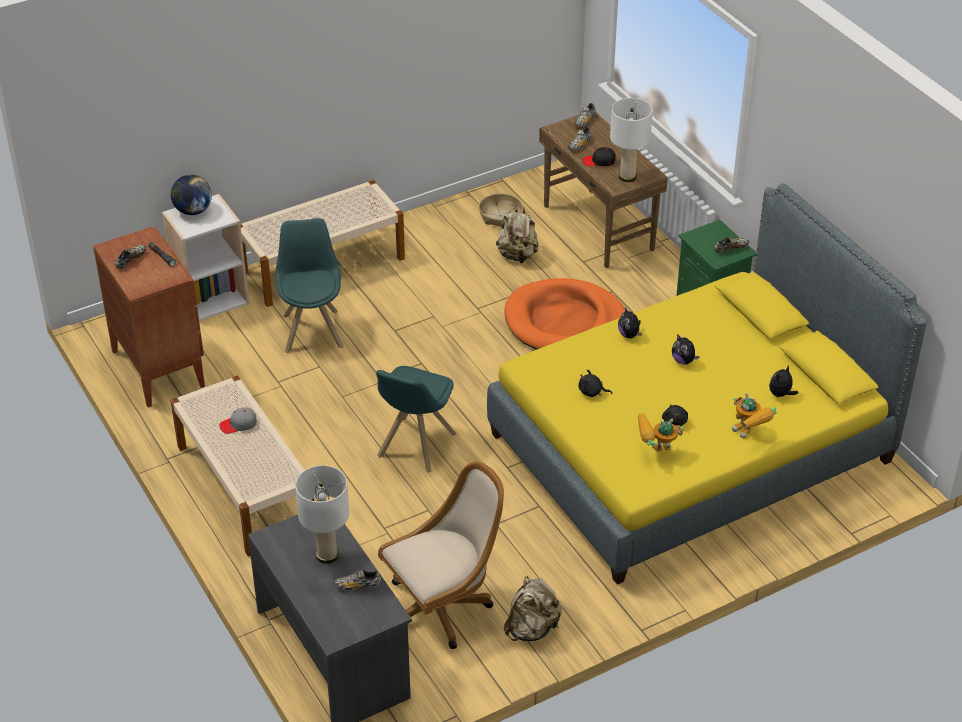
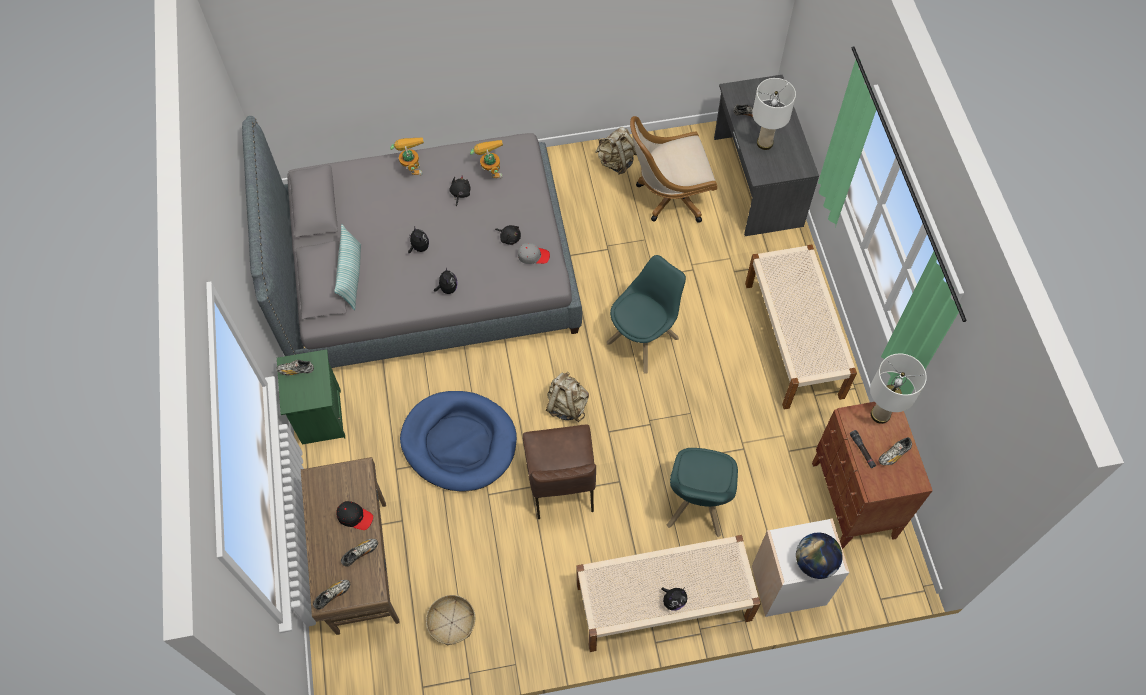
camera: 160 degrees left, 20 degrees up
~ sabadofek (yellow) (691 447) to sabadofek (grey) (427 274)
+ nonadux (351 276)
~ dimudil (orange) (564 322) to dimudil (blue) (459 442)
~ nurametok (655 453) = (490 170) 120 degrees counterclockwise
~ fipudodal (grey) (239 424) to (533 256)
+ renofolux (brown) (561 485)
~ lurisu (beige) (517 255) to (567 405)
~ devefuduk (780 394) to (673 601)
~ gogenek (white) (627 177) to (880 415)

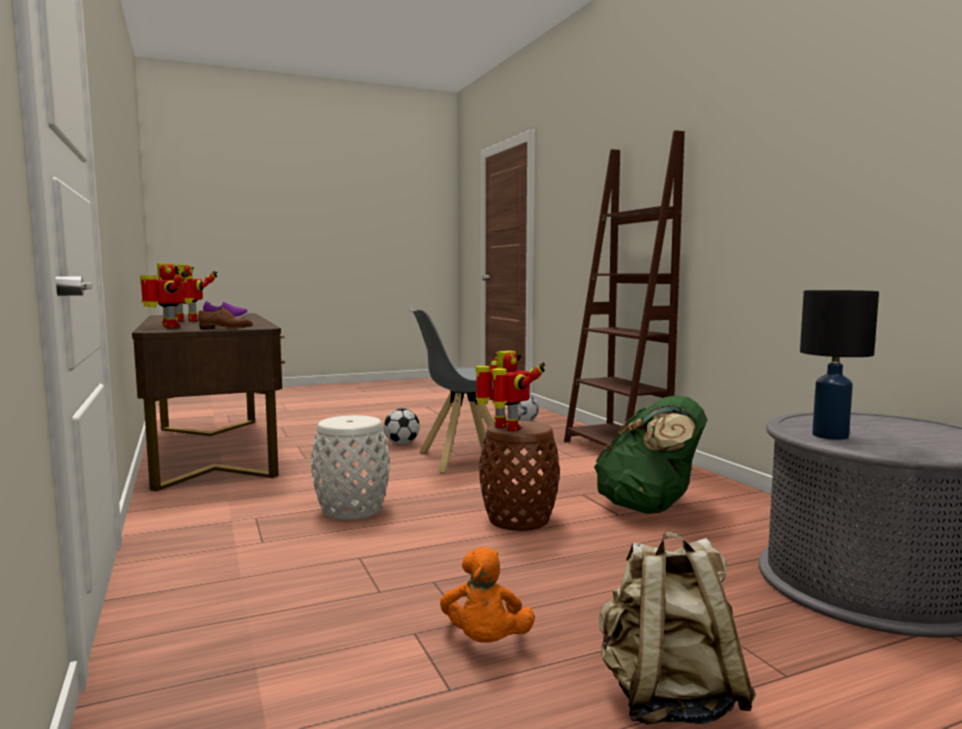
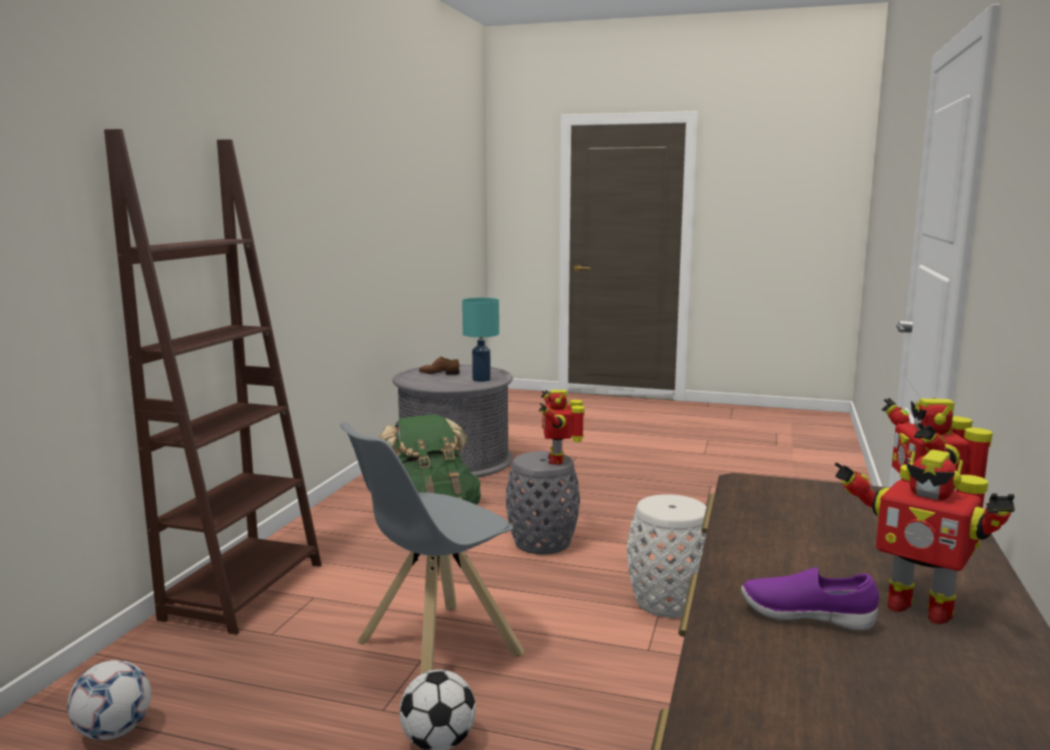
camera: 140 degrees left, 5 degrees up
~ renofolux (grey) (461 459) = (434 649) 120 degrees clockwise
~ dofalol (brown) (226 328) to (439 373)
~ gogenek (black) (829 435) to gogenek (turquoise) (481 380)
~ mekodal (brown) (518 520) to mekodal (grey) (542 543)
- devefuduk (orange) (485 642)
- lurisu (beige) (668 699)

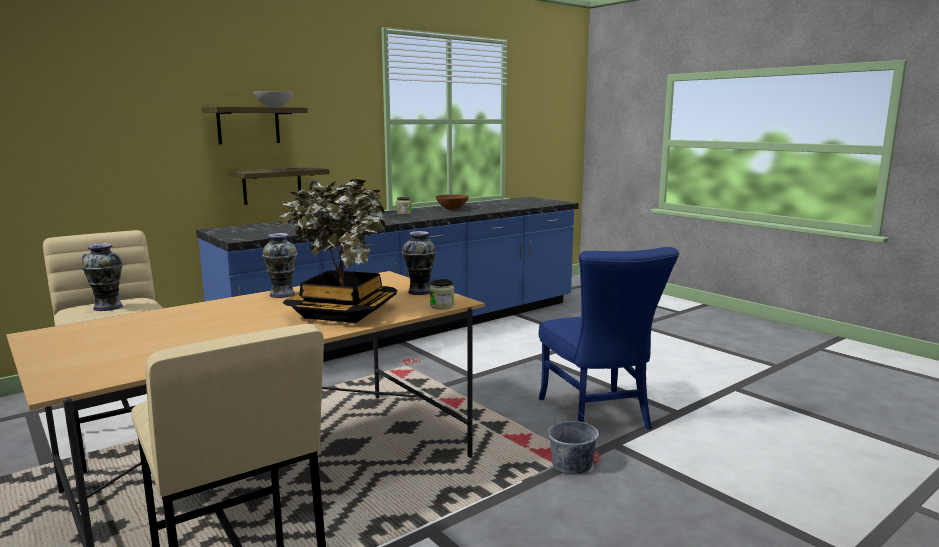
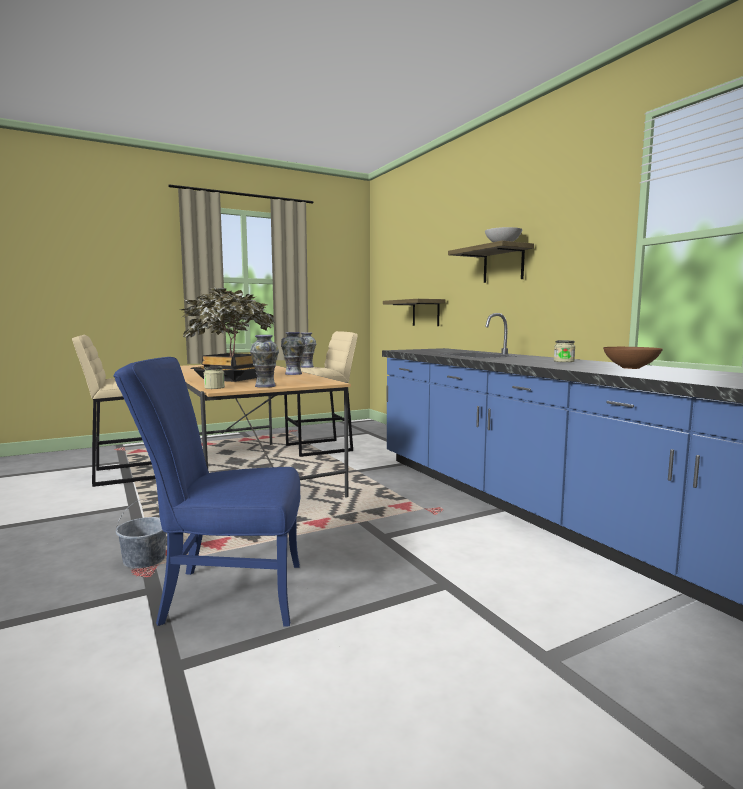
camera: 100 degrees right, 5 degrees down
~ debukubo (272 185) to (426 313)

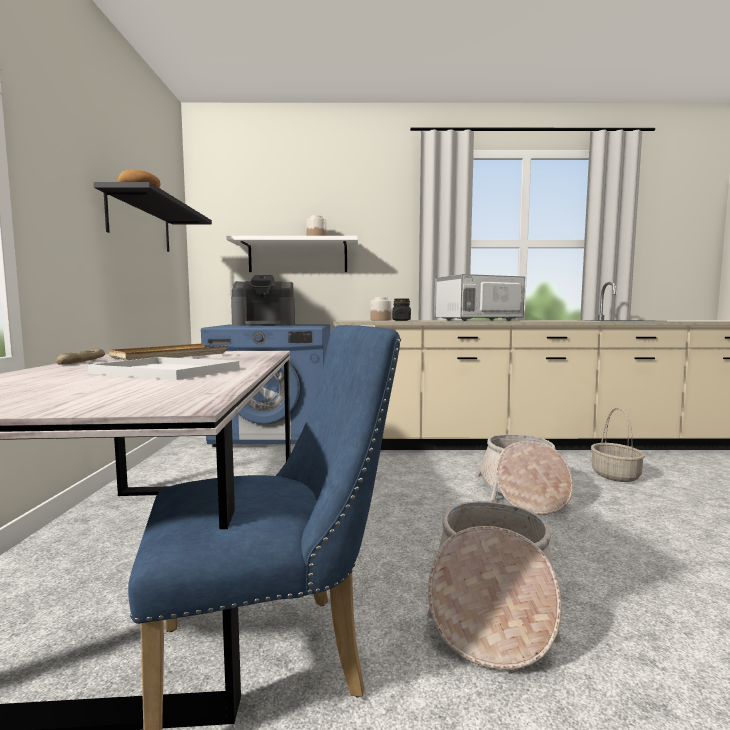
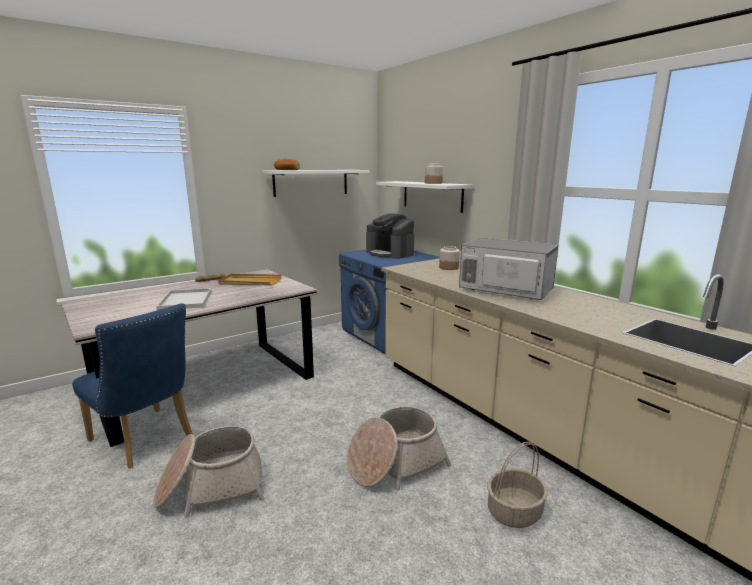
camera: 55 degrees right, 10 degrees up
~ debukubo (black) (140 223) to debukubo (white) (311 182)
- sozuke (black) (401 320)

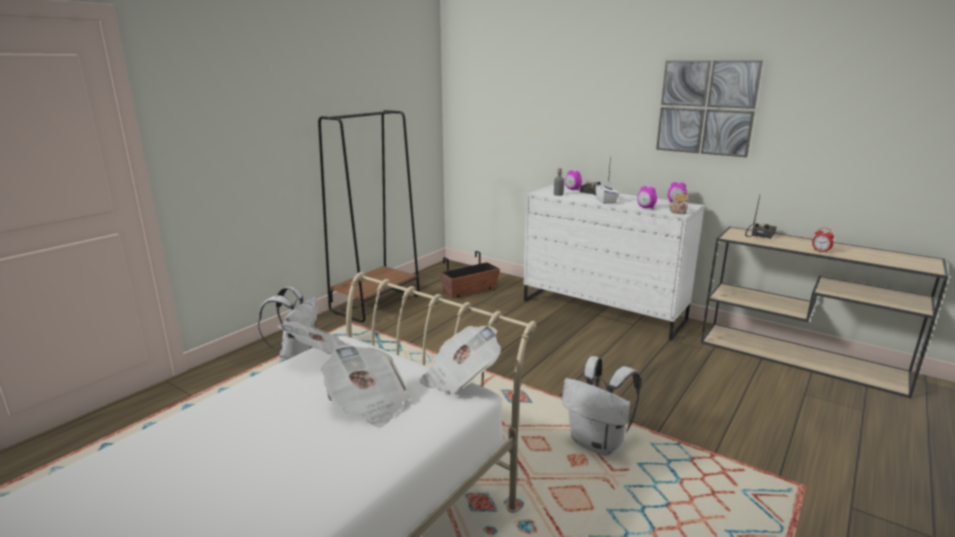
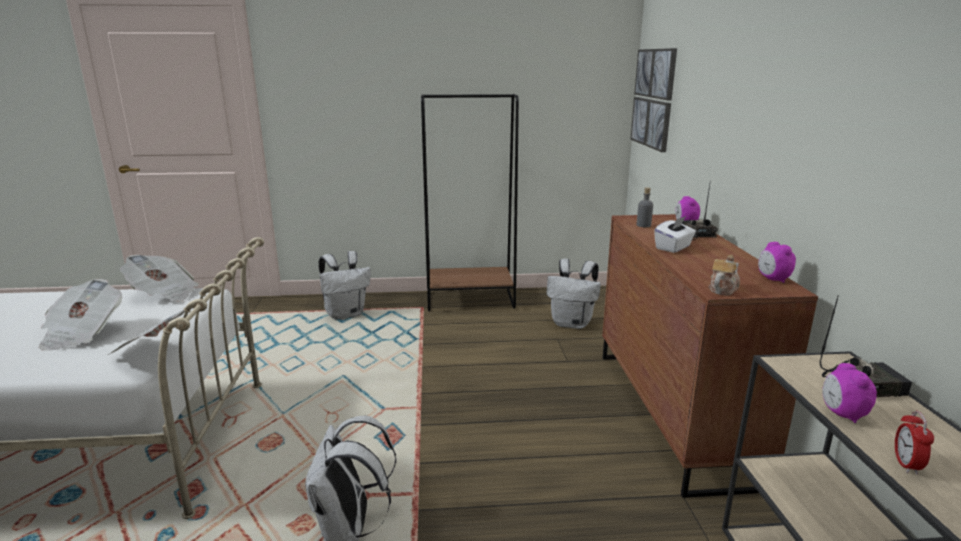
camera: 50 degrees right, 0 degrees up
~ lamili (469 290) to lurisu (white) (572 323)
~ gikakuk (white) (603 310) to gikakuk (brown) (674 413)
~ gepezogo (706 107) to (653 98)
~ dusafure (646 208) to (842 414)

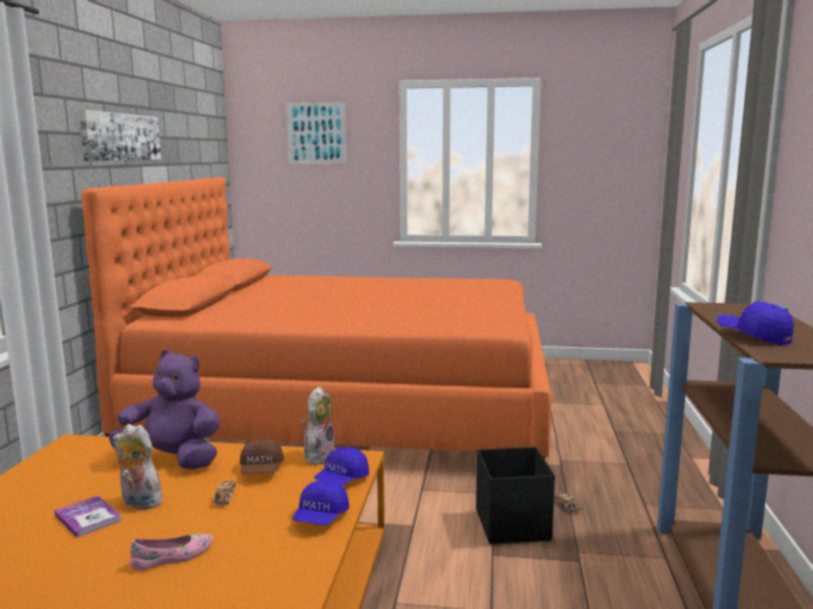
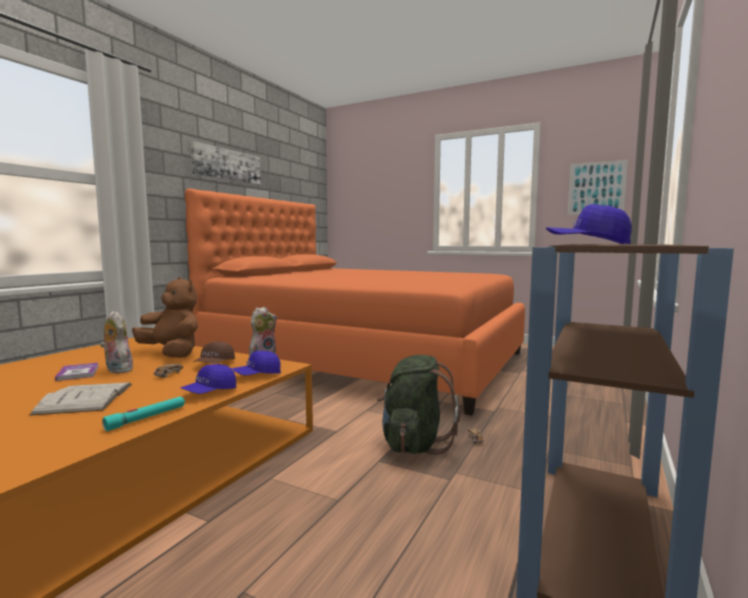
camera: 20 degrees right, 5 degrees down
~ dofalol (pink) (173 557) to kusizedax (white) (85 398)
+ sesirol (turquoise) (147 418)
~ devefuduk (purple) (173 460) to devefuduk (brown) (172 353)
~ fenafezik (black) (512 526) to lurisu (green) (414 444)
~ fipudodal (blue) (753 336) = (587 244) 60 degrees counterclockwise
~ gepezogo (316 133) to (596 188)

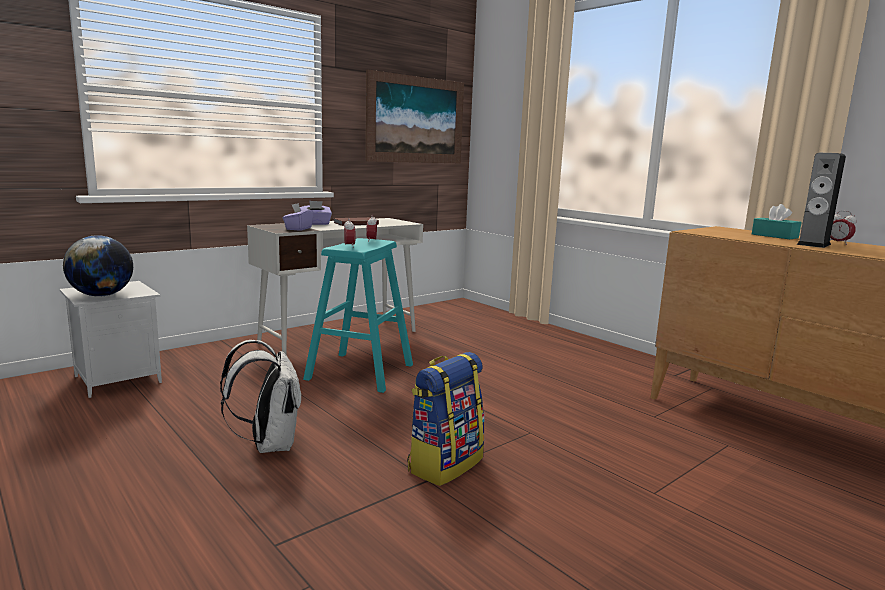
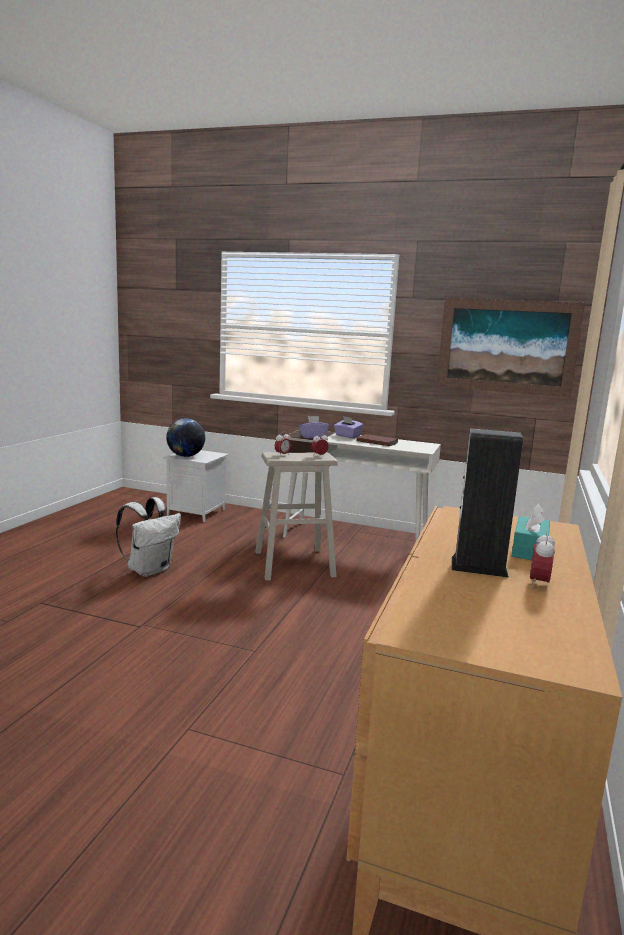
camera: 60 degrees right, 0 degrees up
~ mekodal (turquoise) (360 372) to mekodal (beige) (293 564)
- lurisu (445 464)

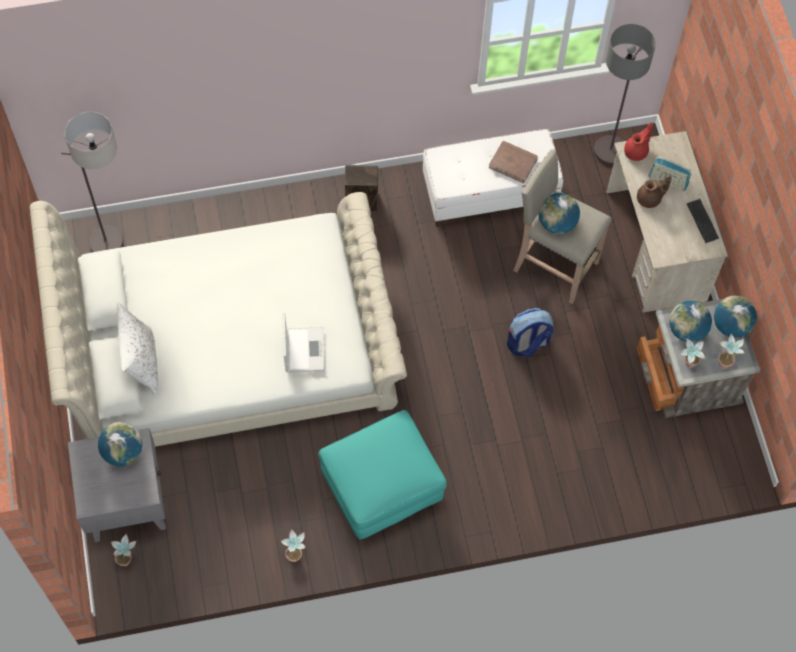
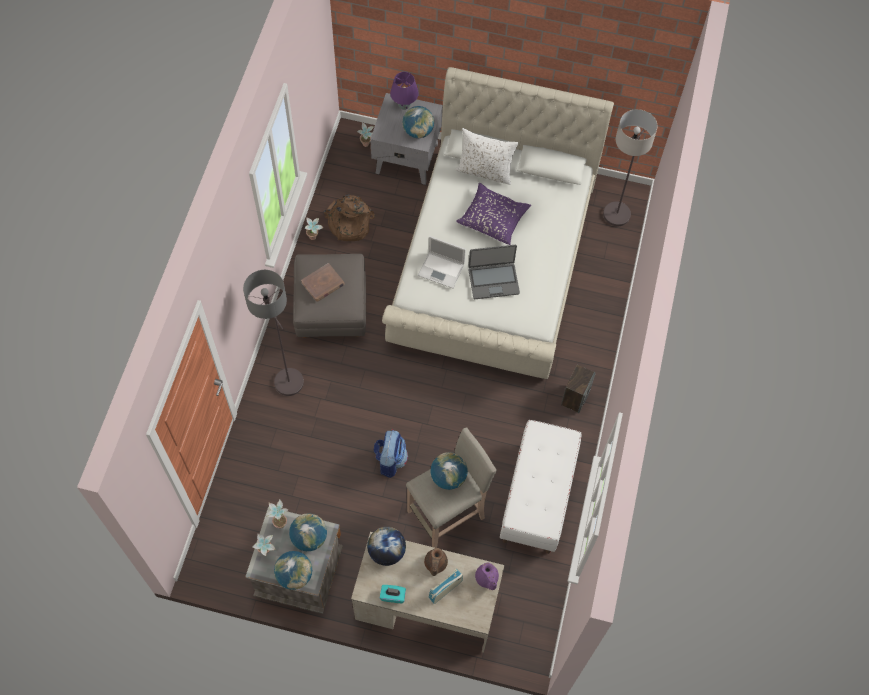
camera: 115 degrees right, 0 degrees up
~ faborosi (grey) (605 158) to (284 375)
~ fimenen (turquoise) (382 487) to fimenen (grey) (332 309)
~ kusizedax (brown) (513 163) to (323 284)
+ lurisu (brown) (349 223)
+ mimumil (387 551)
~ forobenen (702 221) to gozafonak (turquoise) (393 596)
+ gogenek (purple) (404 106)
+ nonadux (purple) (493 218)
+ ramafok (493 280)
~ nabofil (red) (636 151) to nabofil (purple) (486 579)

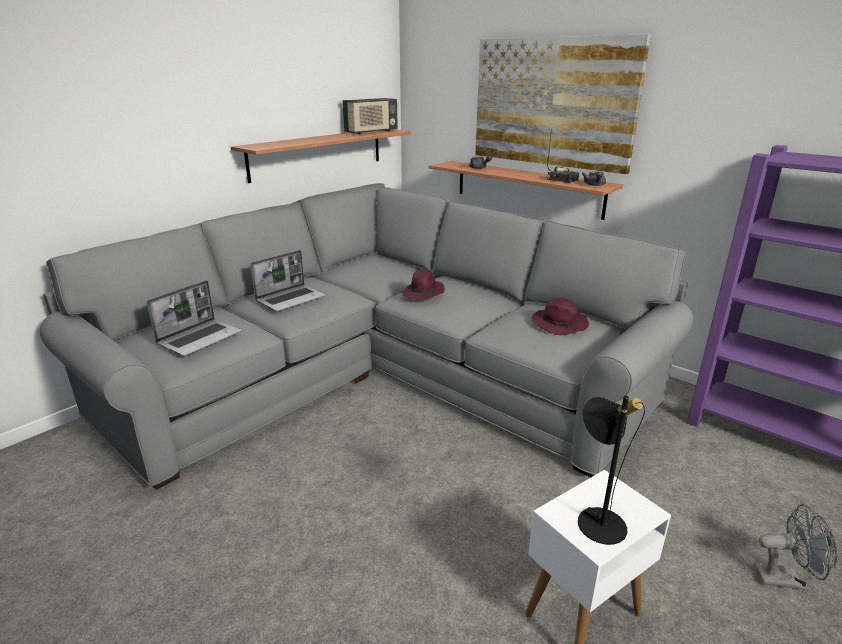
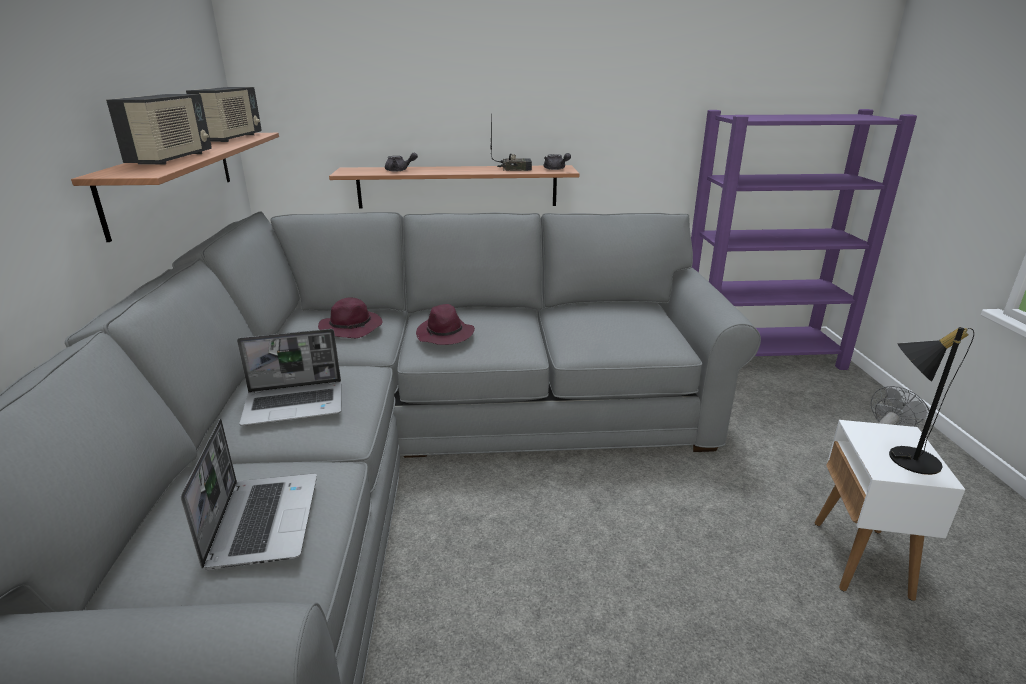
camera: 45 degrees left, 0 degrees up
+ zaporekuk (172 159)
~ ramafok (291 299) = (295 404) 75 degrees clockwise
~ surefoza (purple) (560 325) to (352 327)
- gepezogo (552 103)

